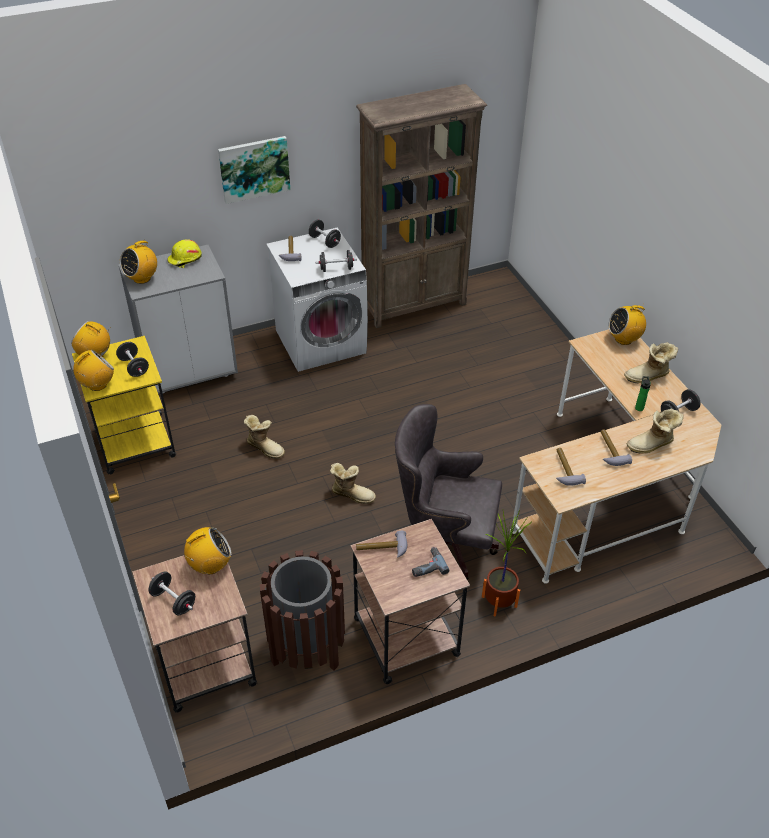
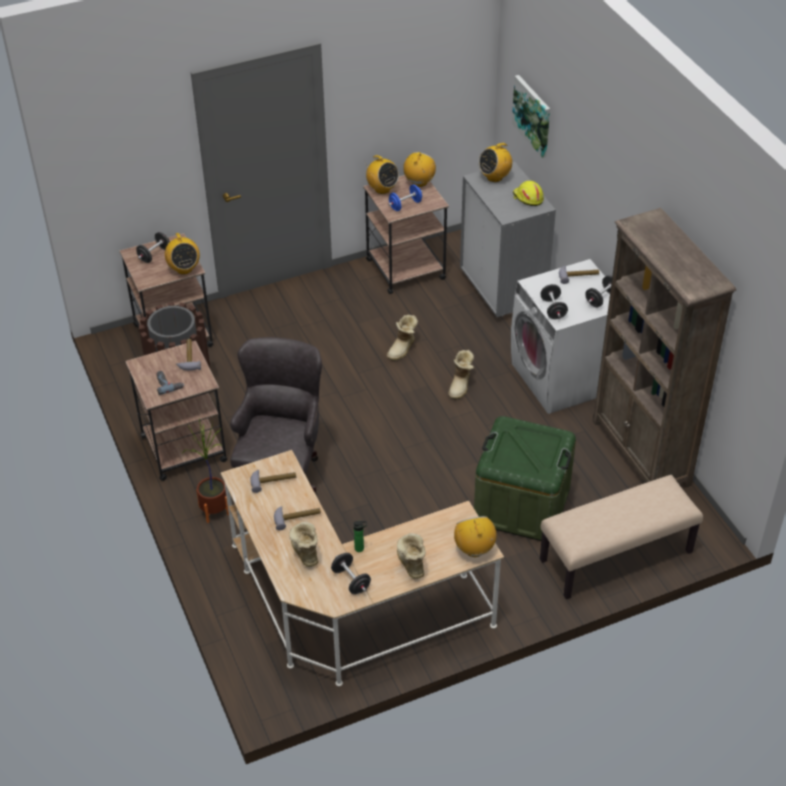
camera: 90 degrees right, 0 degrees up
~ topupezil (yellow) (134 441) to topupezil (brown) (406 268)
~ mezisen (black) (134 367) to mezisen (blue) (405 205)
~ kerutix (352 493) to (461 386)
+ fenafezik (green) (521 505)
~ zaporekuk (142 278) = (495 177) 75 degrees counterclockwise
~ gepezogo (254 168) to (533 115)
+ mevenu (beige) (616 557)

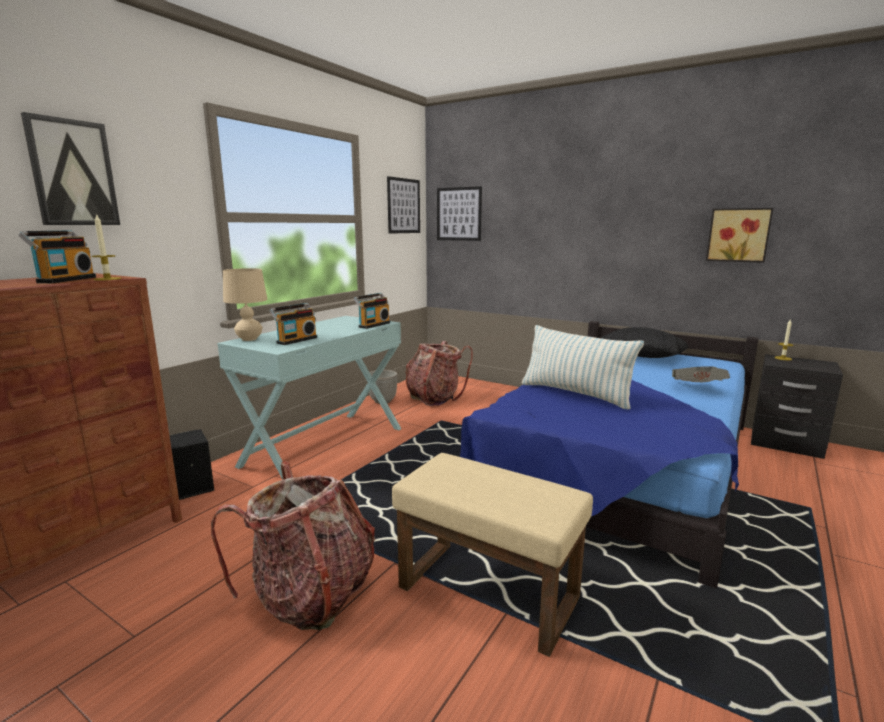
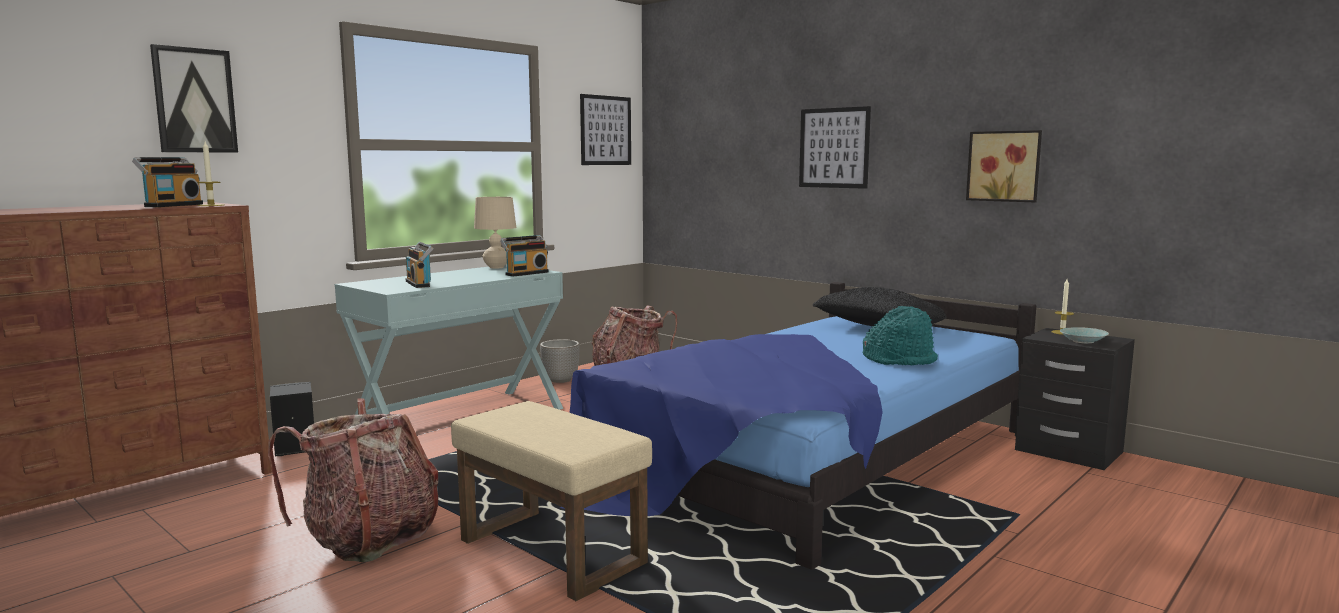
camera: 10 degrees right, 5 degrees down
~ zaporekuk (296 340) = (420 284) 105 degrees clockwise
~ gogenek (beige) (249 339) to (496 267)
~ gepezogo (459 214) to (834 148)
~ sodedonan (697 389) to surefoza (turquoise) (900 360)
+ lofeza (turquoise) (1083 341)
- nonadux (575 394)

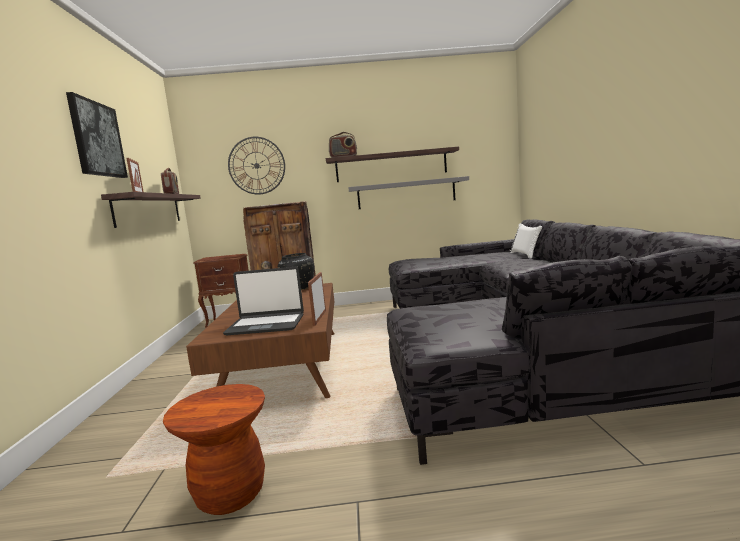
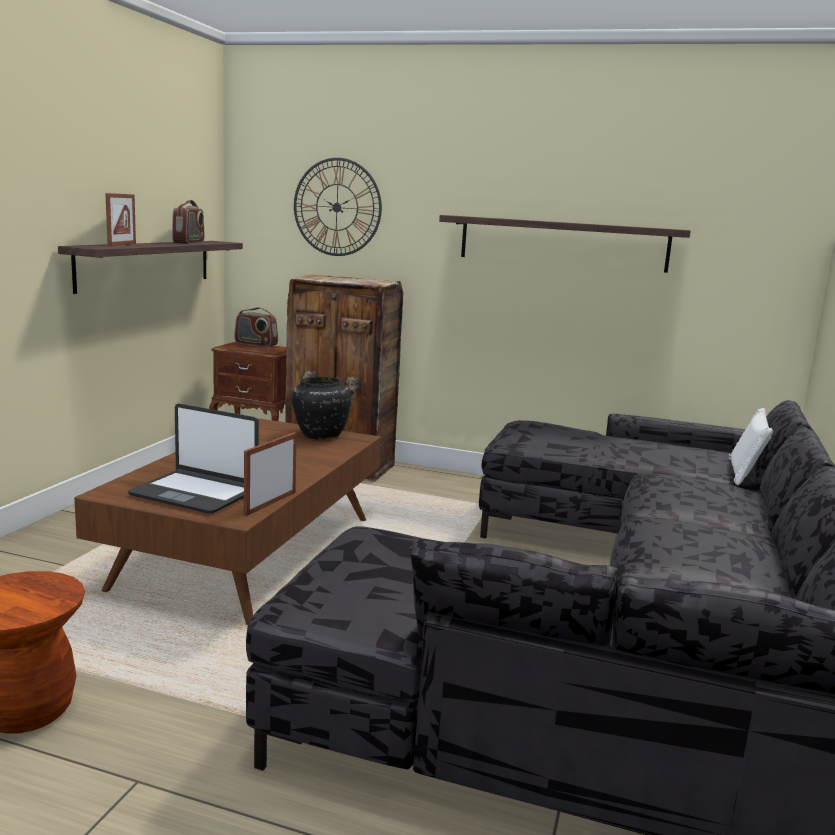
camera: 20 degrees right, 5 degrees up
~ zaporekuk (343 157) to (256 344)
- gepezogo (97 139)
- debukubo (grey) (406 193)

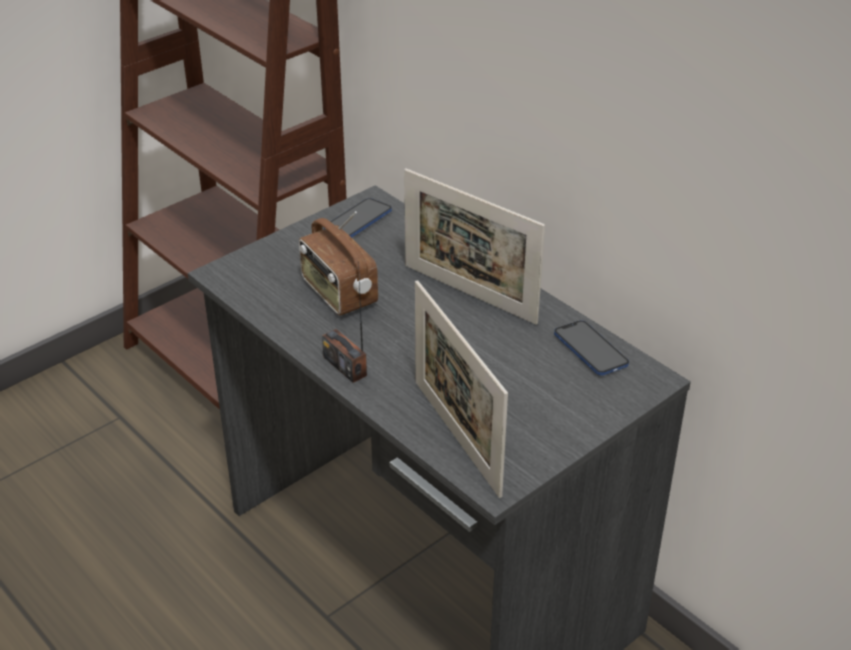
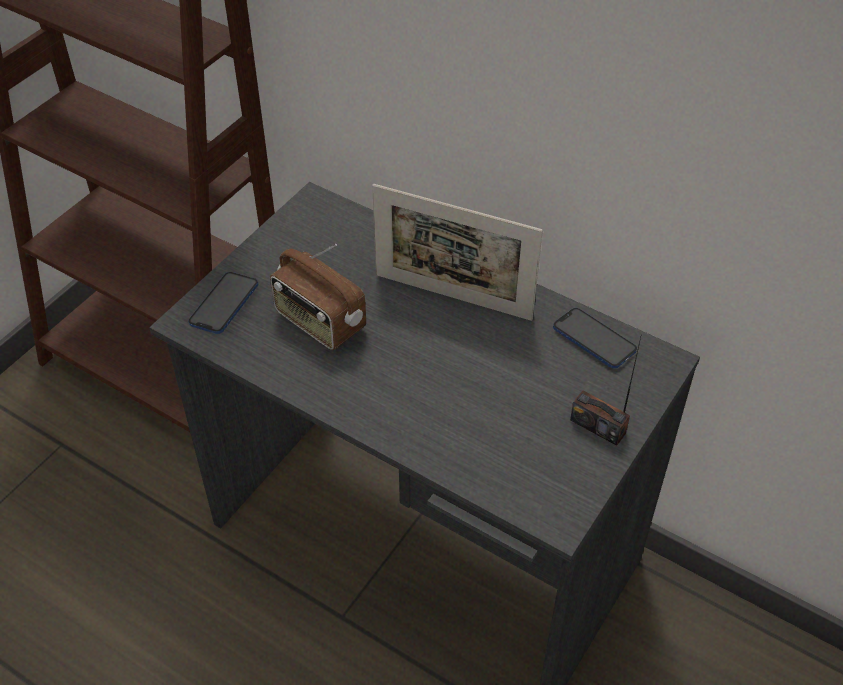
camera: 15 degrees left, 10 degrees up
~ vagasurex (358 220) to (224 304)
~ zaporekuk (345 366) to (598 426)
- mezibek (456 437)

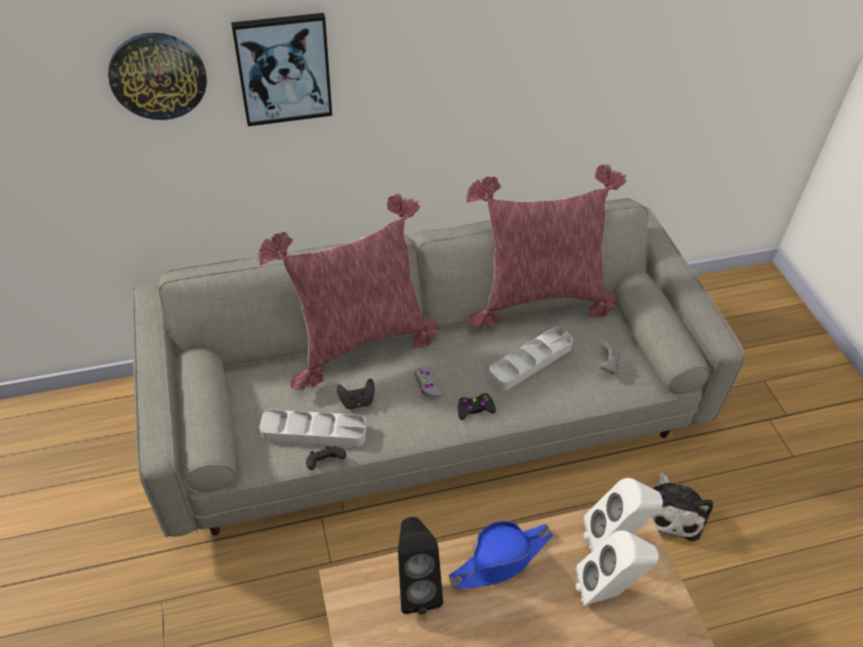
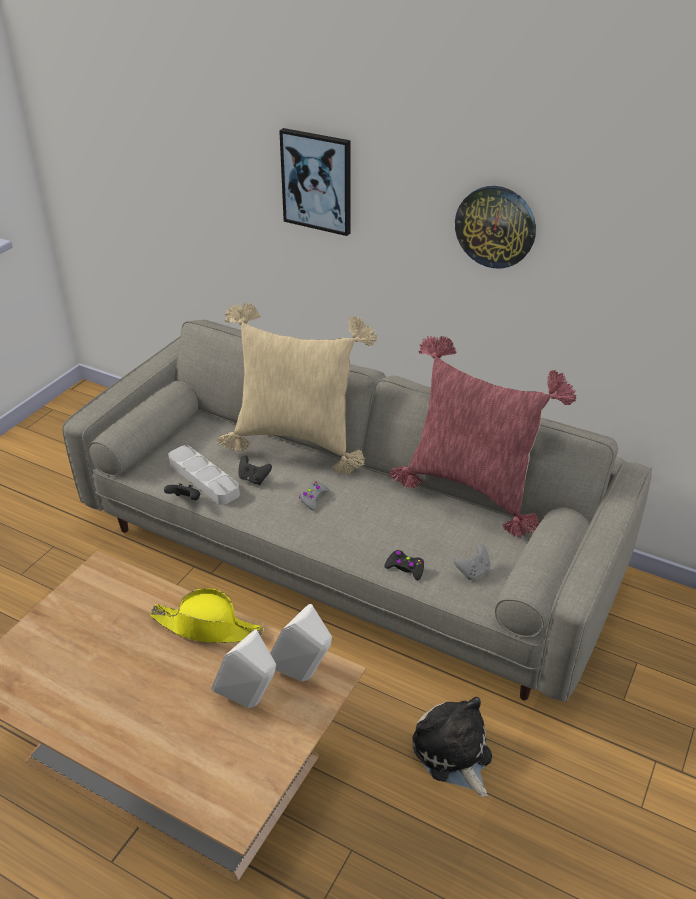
camera: 45 degrees right, 10 degrees down
~ surefoza (blue) (501 559) to surefoza (yellow) (208 627)
~ nonadux (red) (357 348) to nonadux (beige) (297 449)
~ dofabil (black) (475 409) to (405 568)
~ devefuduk (669 512) = (453 754) 105 degrees clockwise
~ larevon (158 76) to (495 226)
- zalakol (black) (415 586)
- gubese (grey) (530 361)

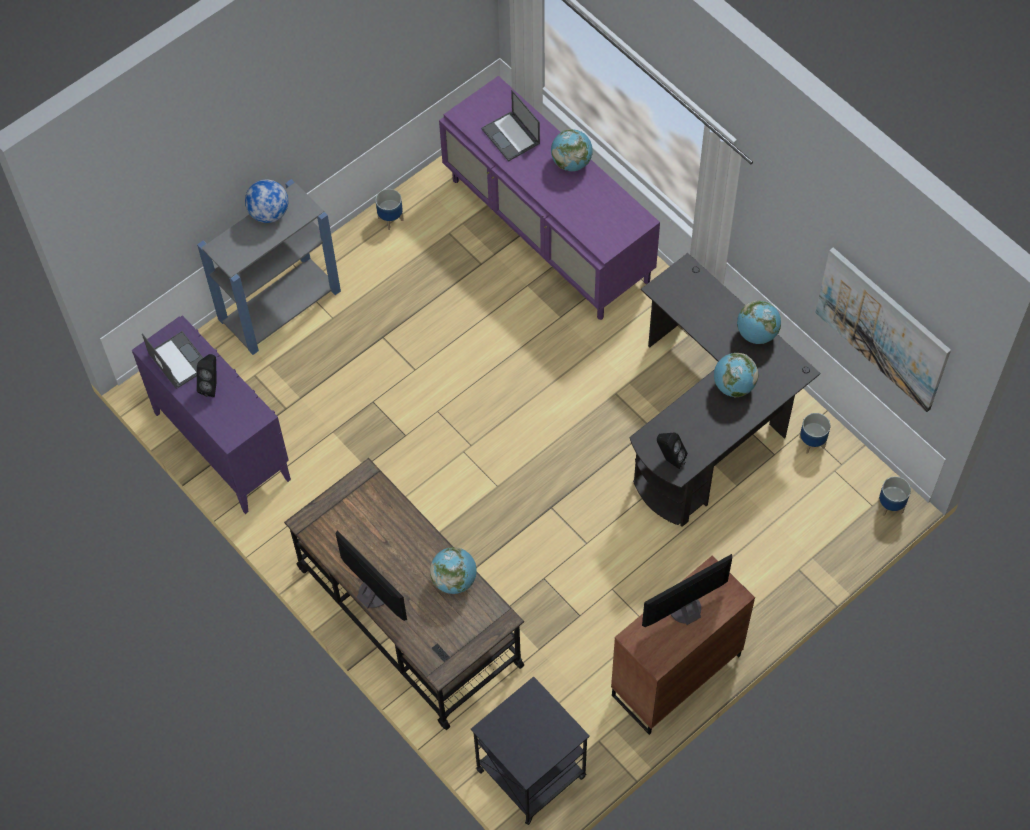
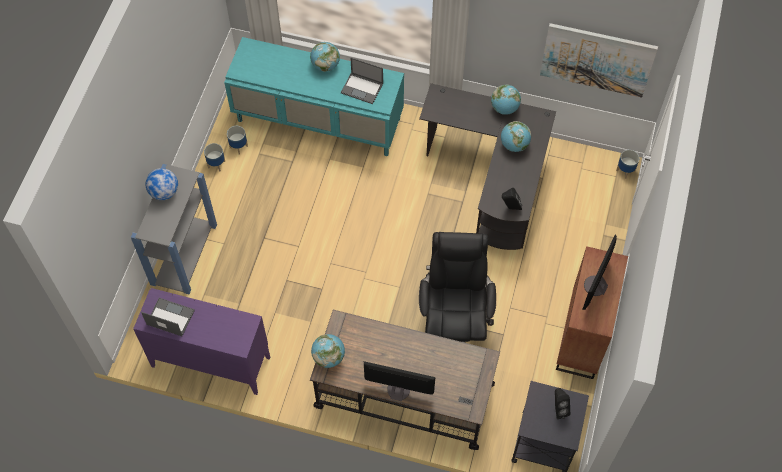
camera: 35 degrees left, 0 degrees up
~ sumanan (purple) (547 232) to sumanan (turquoise) (318 121)
~ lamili (812 442) to (239 146)
~ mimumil (454 580) to (328 357)
~ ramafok (511 136) to (362 88)
+ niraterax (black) (454 321)
~ zalakol (black) (212 385) to (558 409)

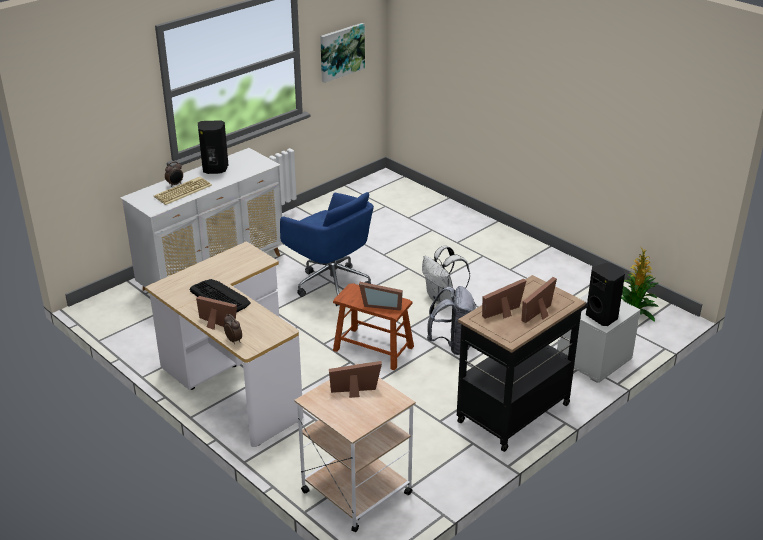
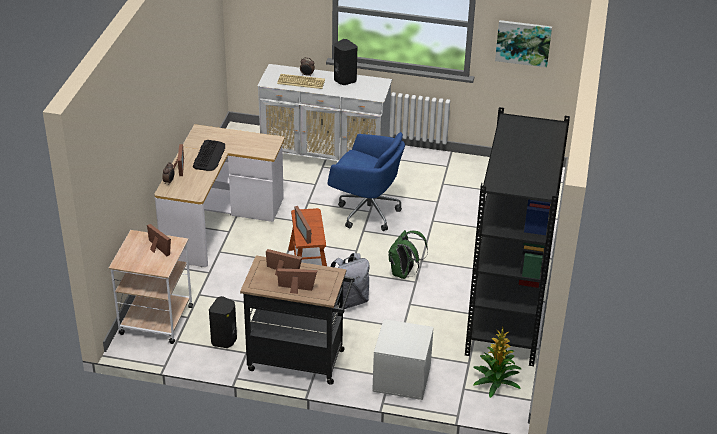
camera: 55 degrees right, 5 degrees up
~ zalakol (black) (602 317) to (225 340)
~ niraterax (blue) (330 284) = (365 212) 75 degrees counterclockwise
~ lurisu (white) (442 299) to lurisu (green) (403 273)
+ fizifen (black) (506 317)

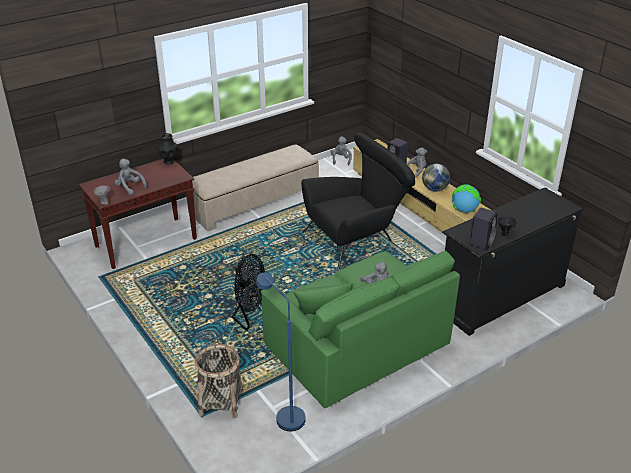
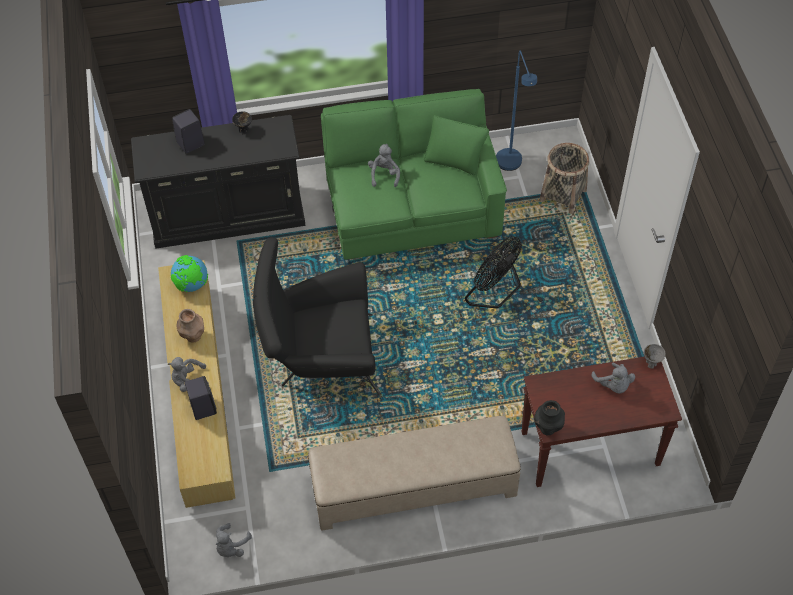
camera: 155 degrees left, 20 degrees up
~ zalakol (black) (481 242) to (190 144)
~ mimumil (435 189) to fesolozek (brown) (193 337)

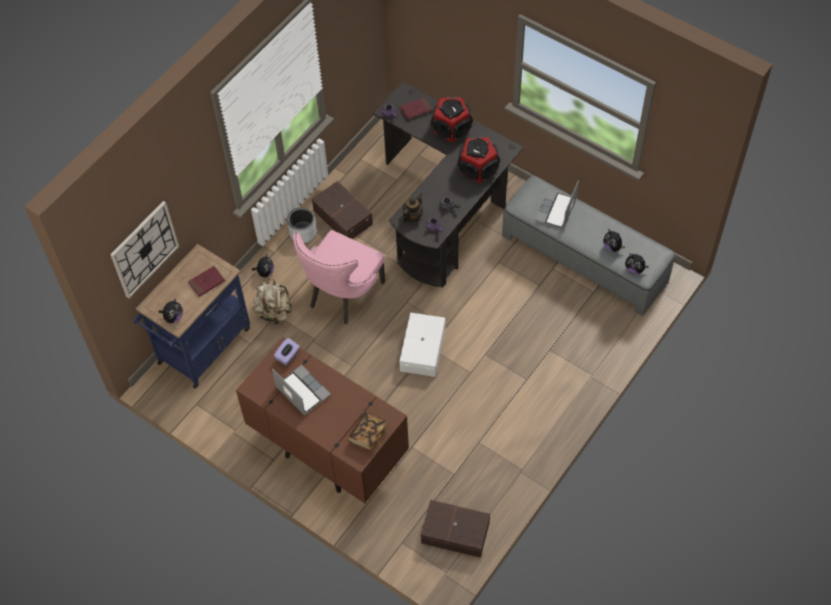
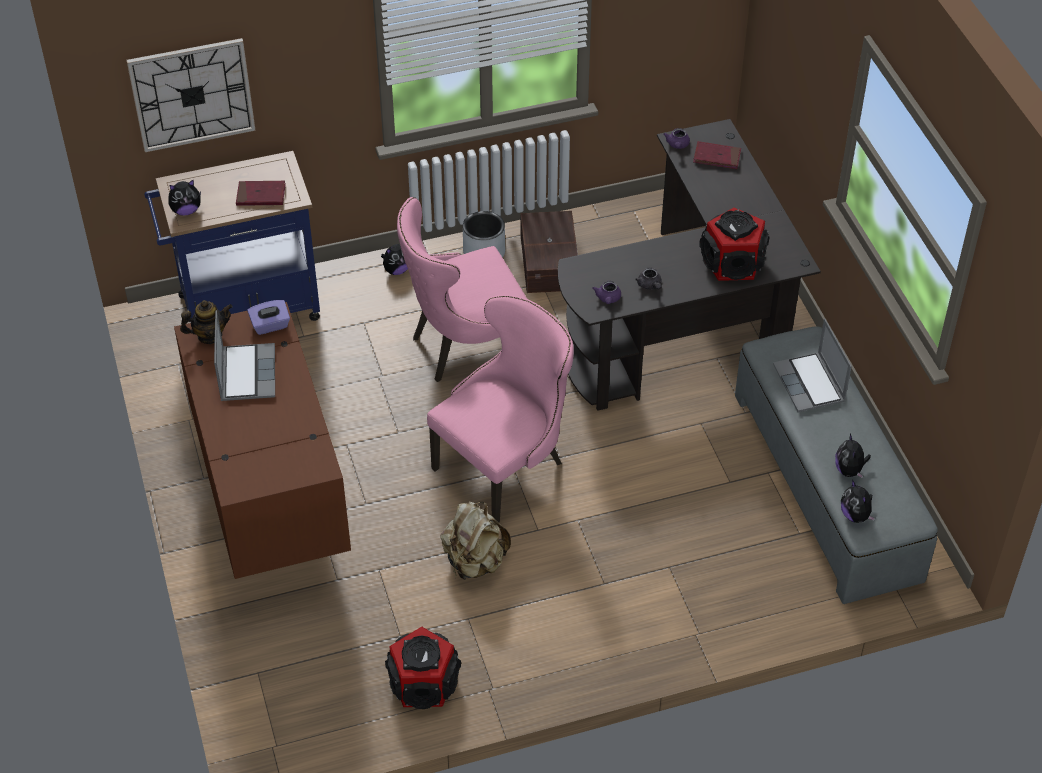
camera: 35 degrees right, 10 degrees down
~ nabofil (412 216) to (209 335)
~ zalakol (451 128) to (424 684)
~ fenafezik (white) (424 349) to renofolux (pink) (505 467)
~ lurisu (beige) (274 312) to (474 562)
~ ramafok (556 211) = (810 384) 75 degrees counterclockwise
- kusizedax (368 435)
- fenafezik (brown) (455 534)

